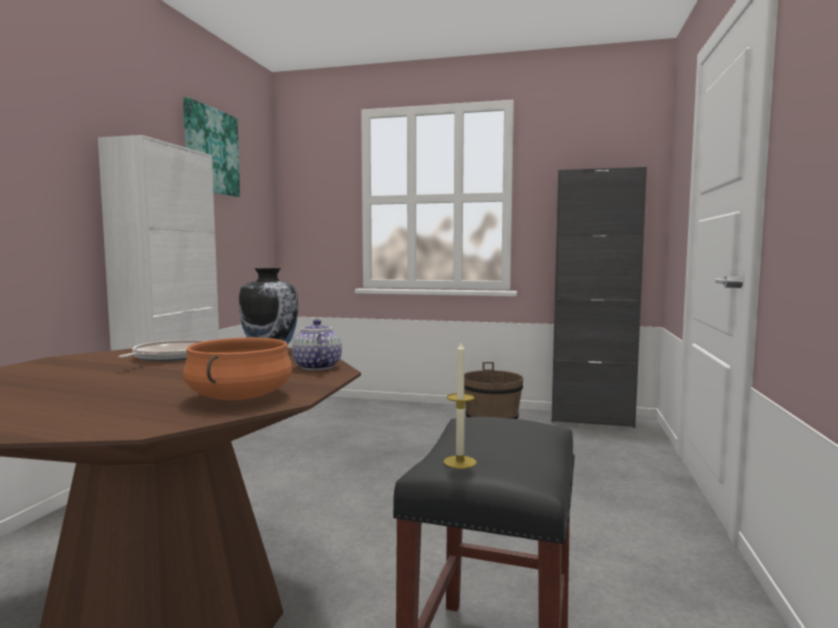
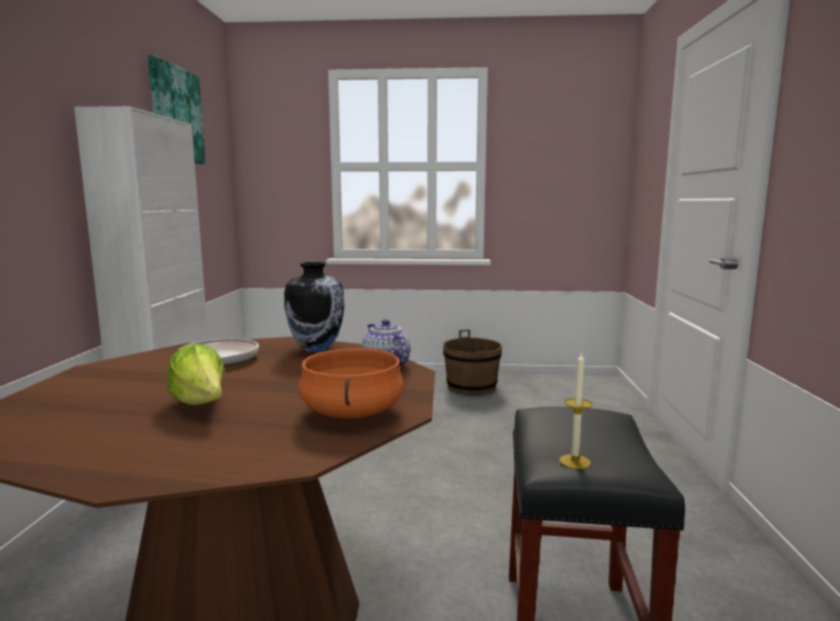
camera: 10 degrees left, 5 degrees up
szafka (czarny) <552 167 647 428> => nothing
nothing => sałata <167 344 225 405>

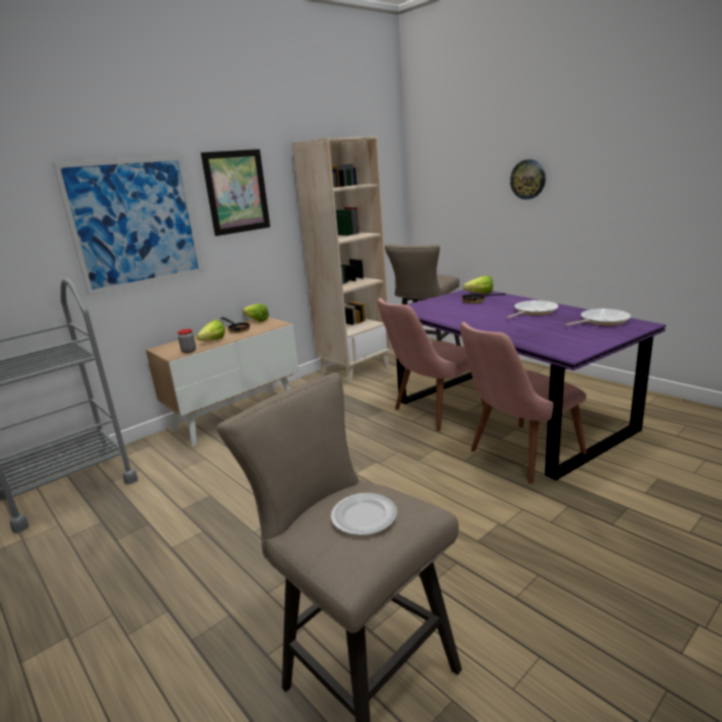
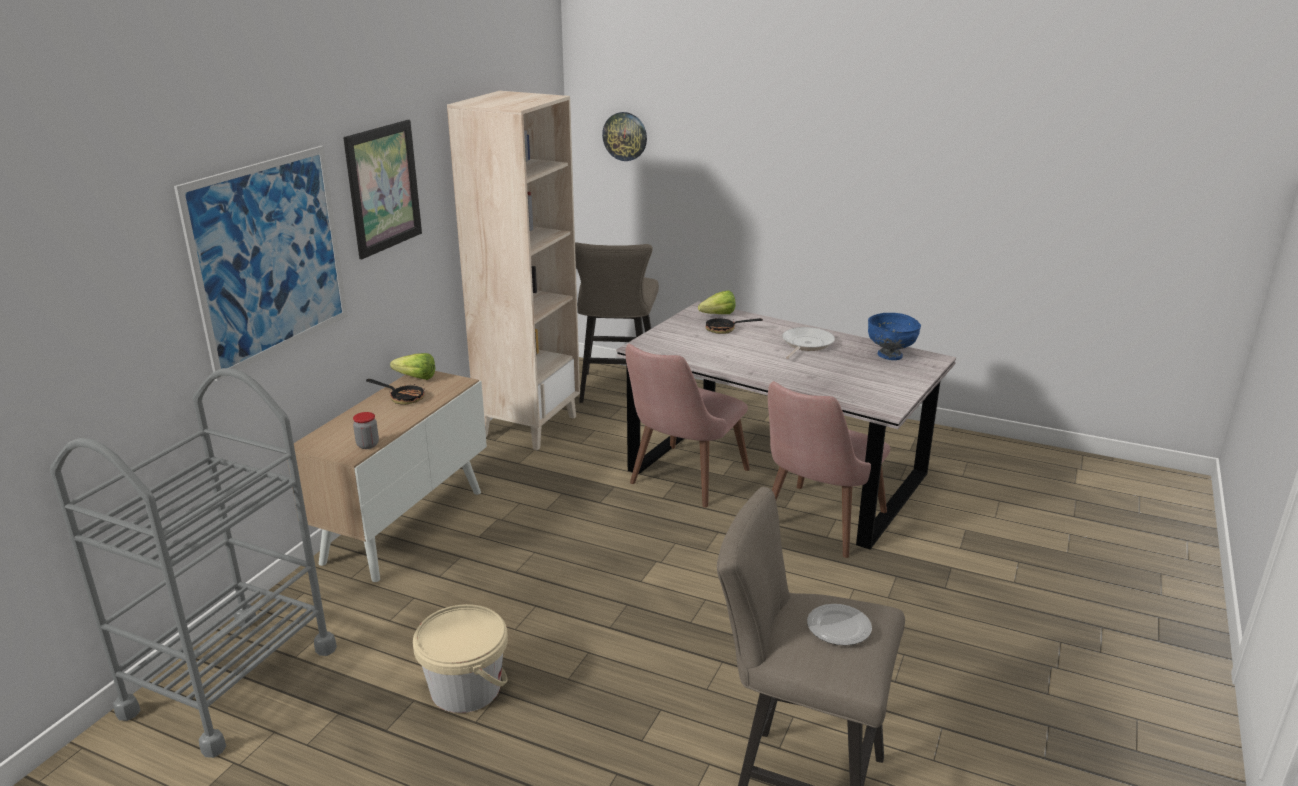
camera: 25 degrees left, 5 degrees up
sałata <196 320 225 341> => nothing
stół jadalny (fioletowy) <396 290 666 480> => stół jadalny (szary) <616 301 956 550>
zegar ścienny <510 159 546 200> => zegar ścienny <602 112 647 161>, relocated
patelnia <565 308 631 326> => miska (niebieski) <868 313 921 360>
nothing => wiadro (beżowy) <413 604 508 713>

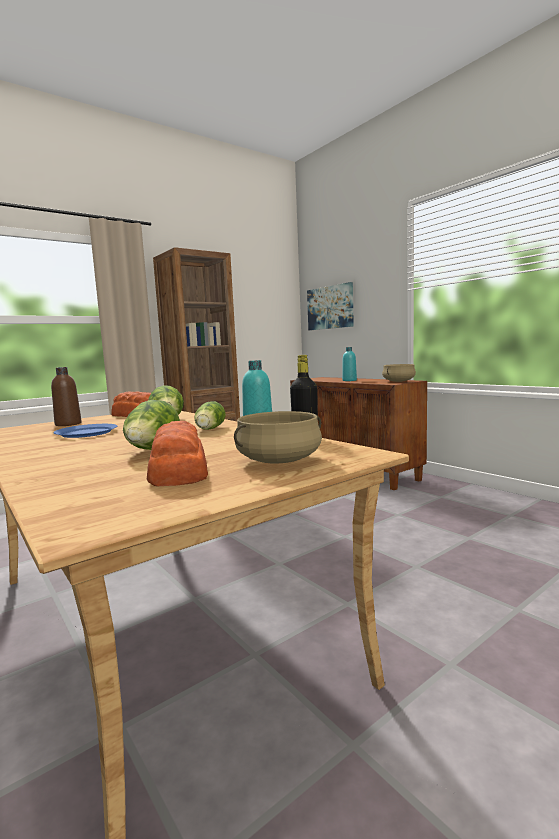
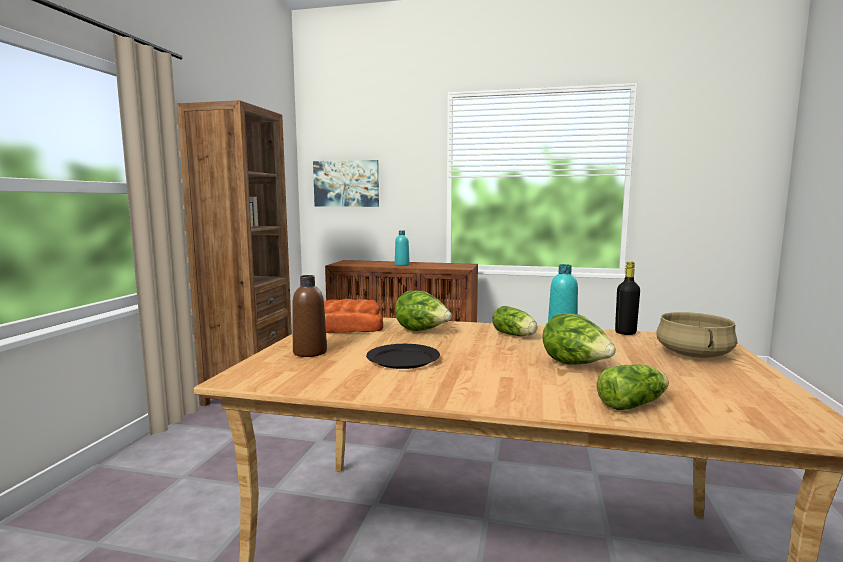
camera: 40 degrees left, 0 degrees up
talerz (niebieski) <53 424 117 438> => talerz (czarny) <366 344 440 369>
chleb <147 421 208 486> => nothing
garnek (beżowy) <382 364 416 382> => nothing
nothing => sałata <597 364 669 410>

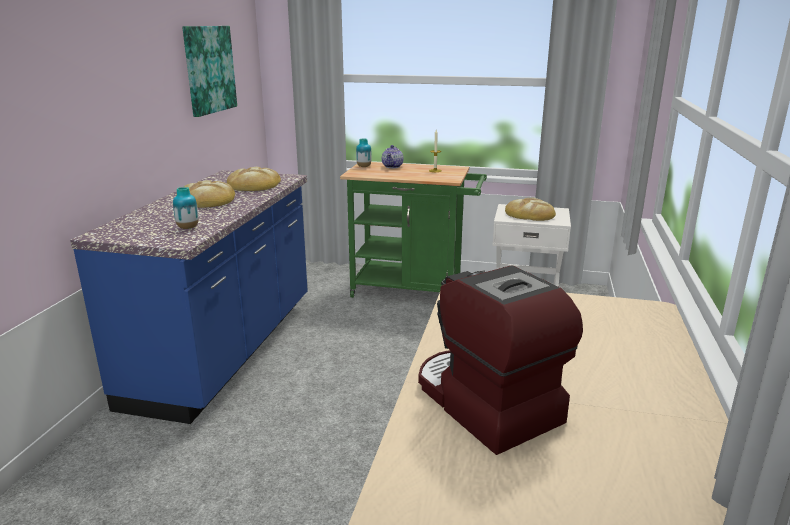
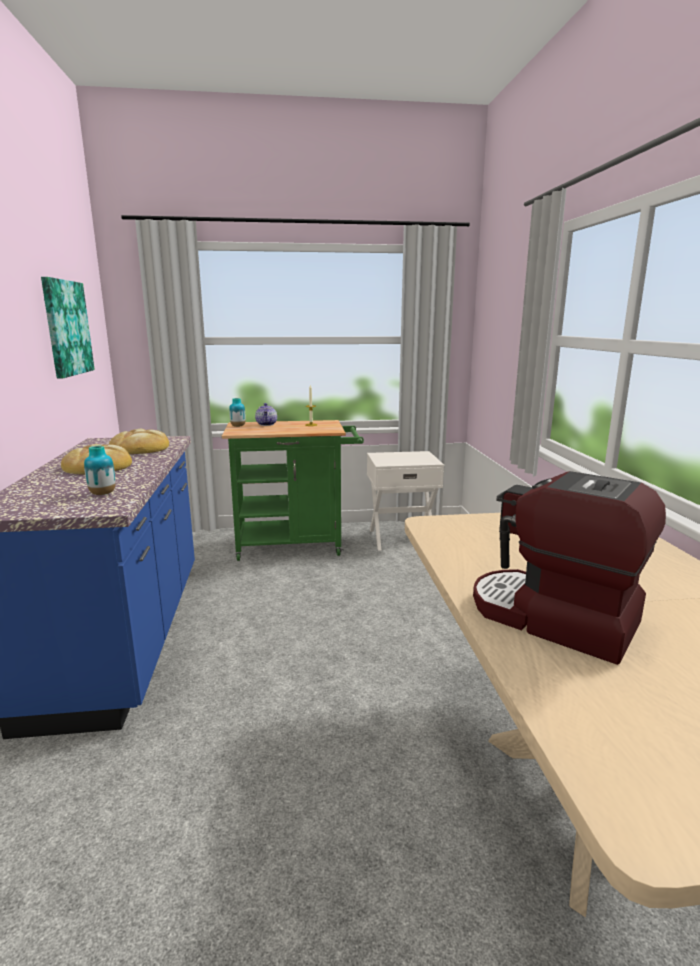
camera: 20 degrees left, 5 degrees down
chleb <505 198 556 221> => nothing

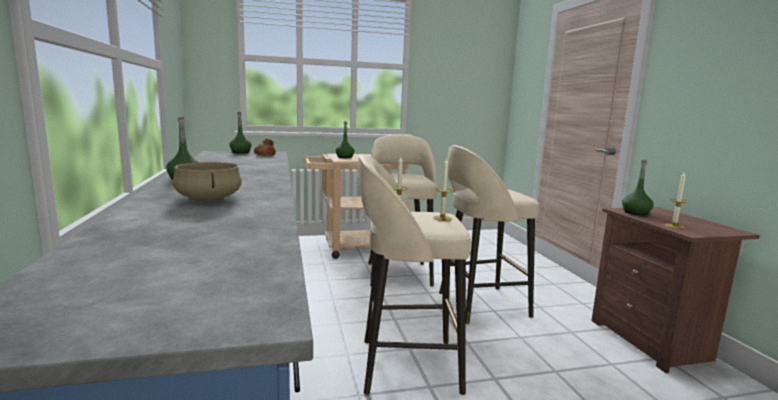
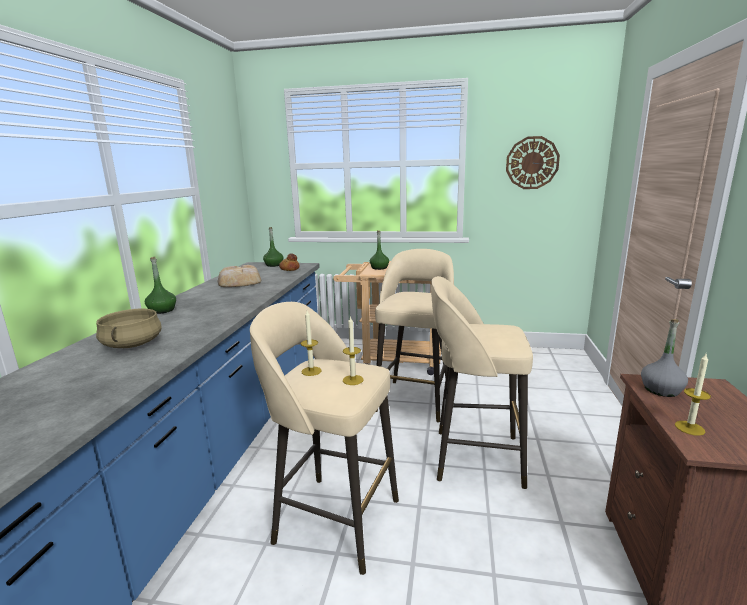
camera: 25 degrees right, 5 degrees up
butelka (zielony) <622 160 654 215> => butelka (szary) <641 319 688 397>
nothing => chleb <218 265 261 287>
nothing => zegar ścienny <506 136 560 189>

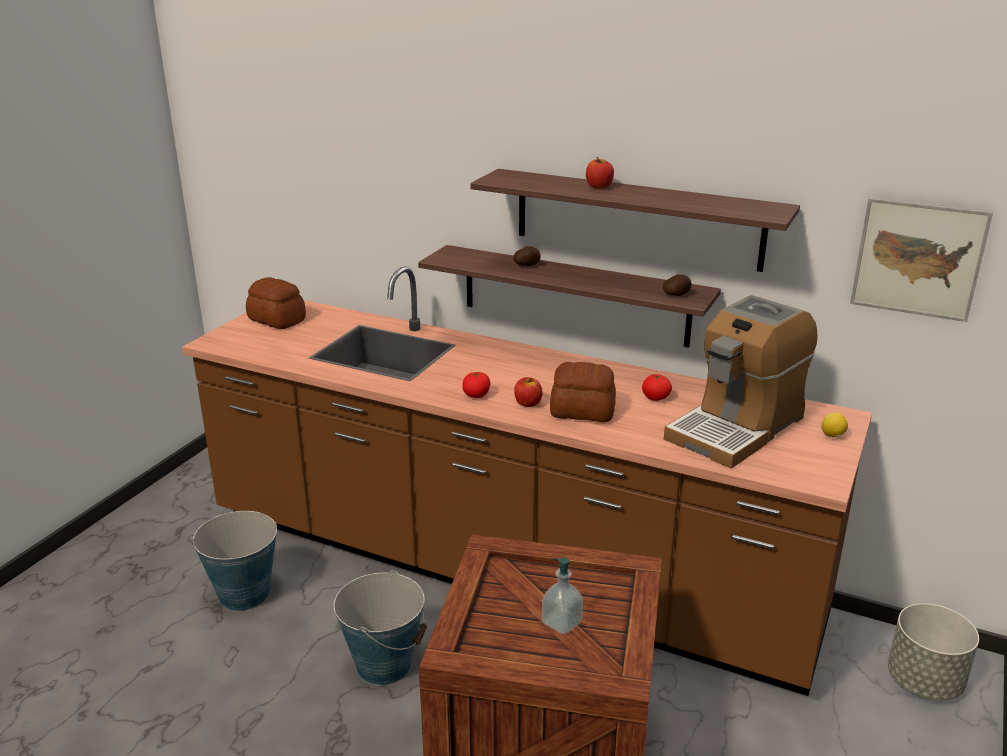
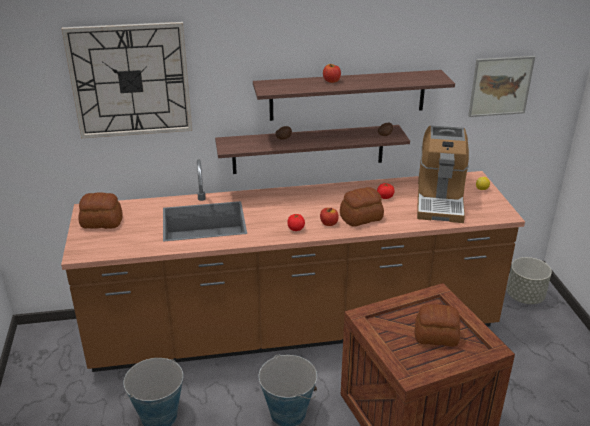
camera: 35 degrees left, 5 degrees up
dozownik mydła <542 557 583 634> => chleb <415 304 460 347>
nothing => zegar ścienny <61 22 192 138>

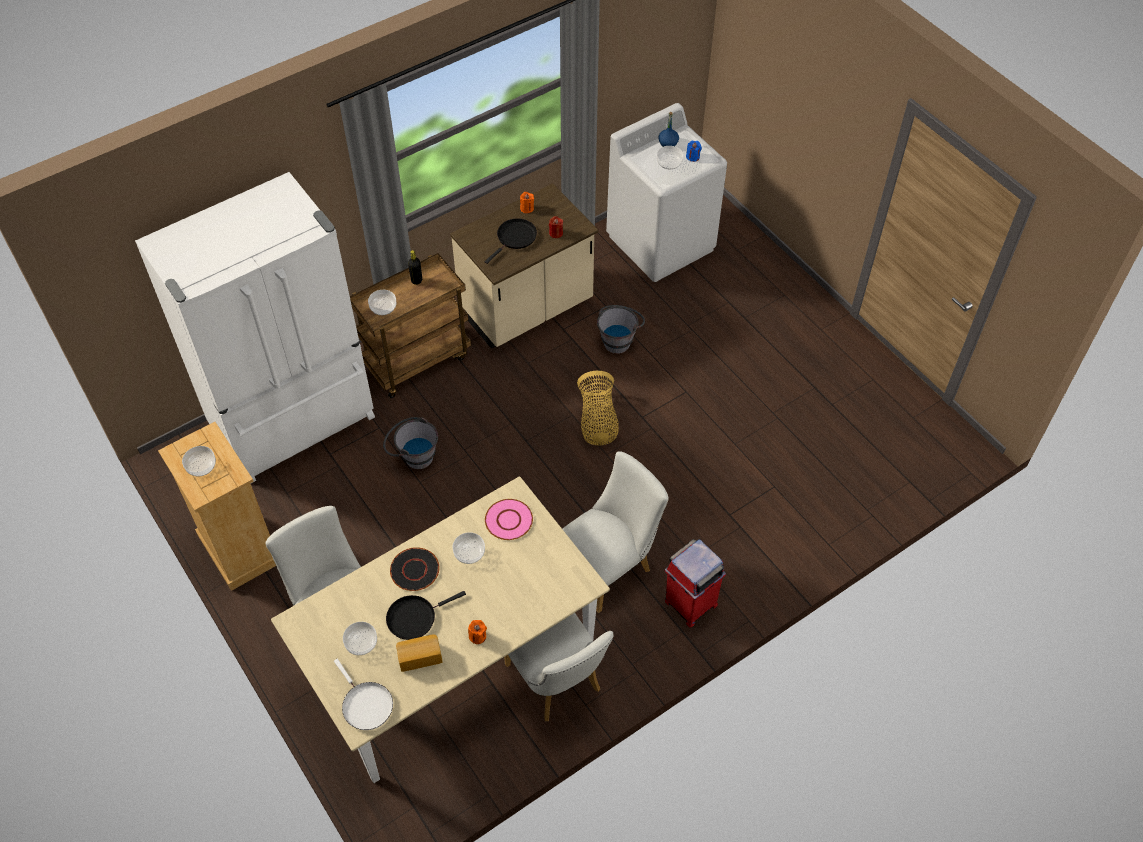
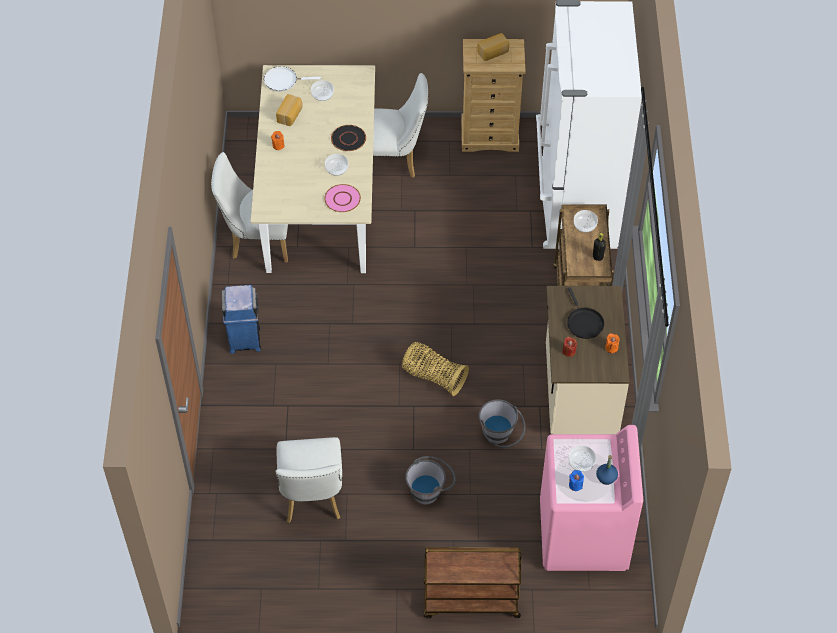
camera: 125 degrees right, 0 degrees up
miska <182 446 216 477> => chleb <477 33 509 61>
wiadro (szary) <383 417 438 469> => wiadro (szary) <405 456 456 505>, relocated
patelnia (czarny) <386 591 466 640> => nothing
krzesło (biały) <562 451 669 613> => krzesło (biały) <275 437 342 523>, relocated
pralka (biały) <606 103 727 282> => pralka (różowy) <540 425 643 571>
kosz na śmieci (czerwony) <665 539 726 627> => kosz na śmieci (niebieski) <221 285 261 354>
nothing => wózek (brązowy) <424 547 522 618>

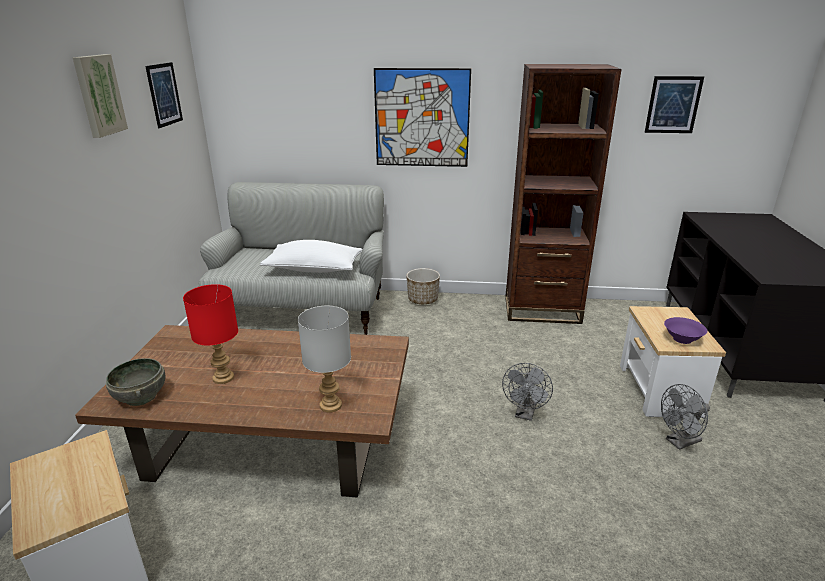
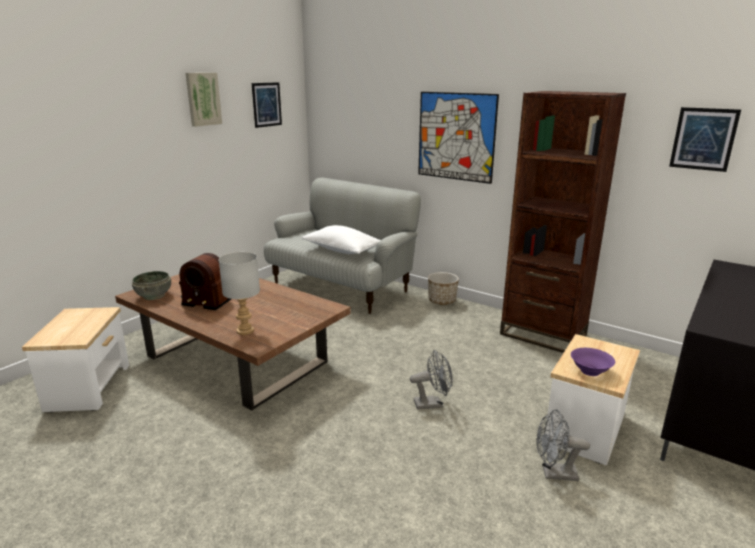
camera: 30 degrees right, 5 degrees down
lampa stołowa (czerwony) <183 284 238 384> => radio <179 253 231 310>
wentylator (szary) <502 363 553 421> => wentylator (szary) <410 350 453 410>, 150 degrees counterclockwise

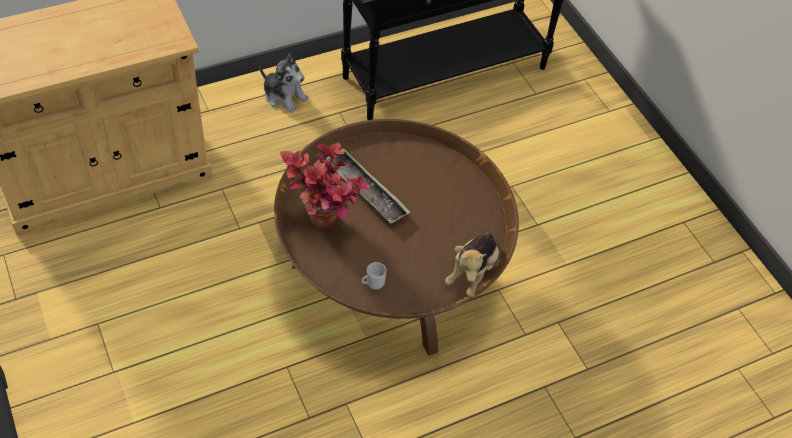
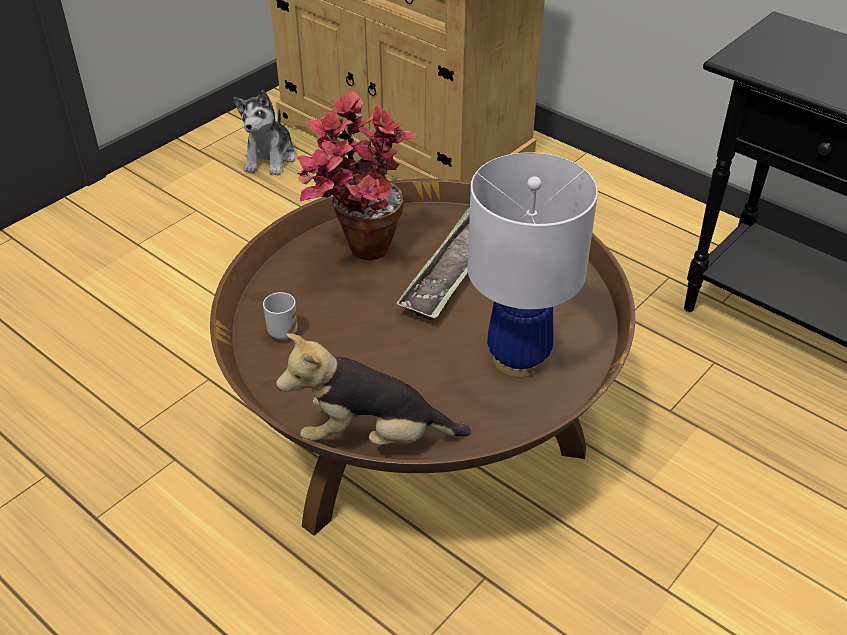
camera: 70 degrees right, 10 degrees down
pluszak <260 54 308 113> => pluszak <234 90 296 175>, relocated
nothing => lampa stołowa (biały) <468 152 598 378>

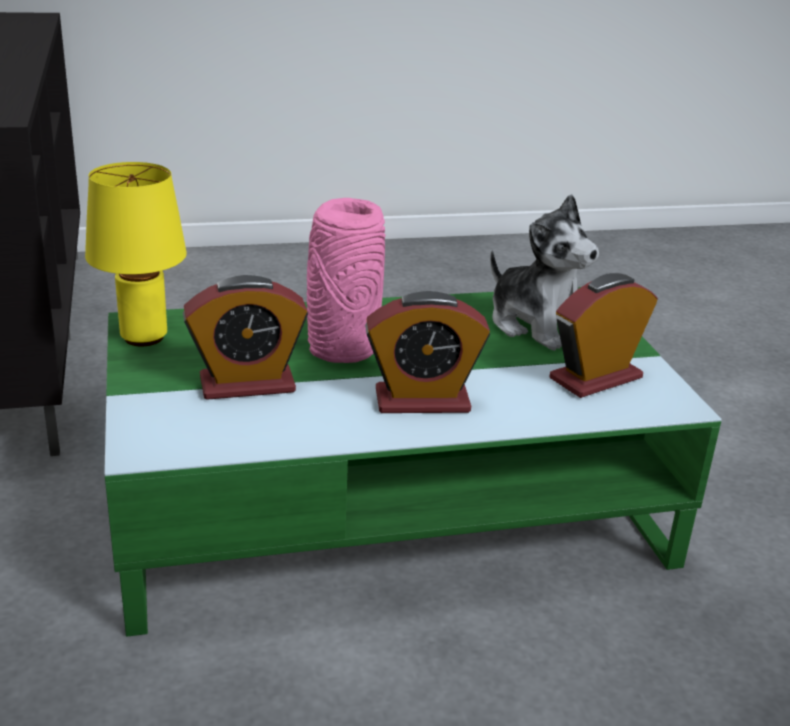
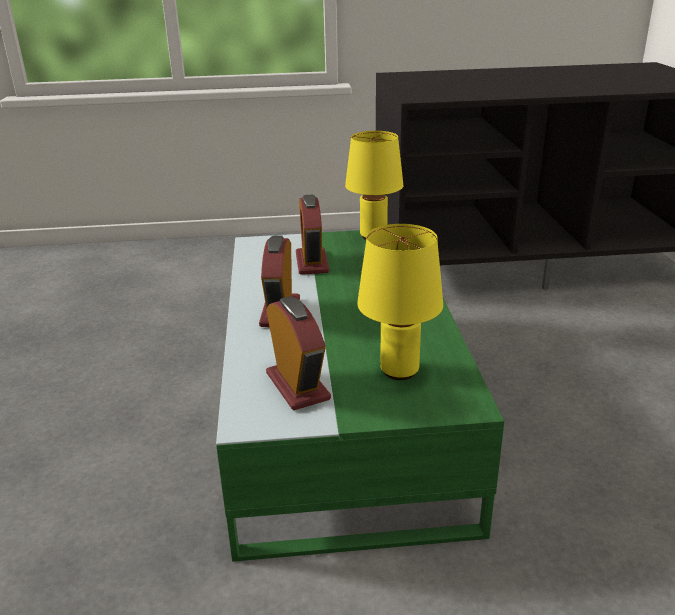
camera: 100 degrees right, 0 degrees up
wazon (różowy) <307 198 386 363> => nothing
pluszak <490 194 599 351> => lampa stołowa (żółty) <357 224 443 380>

